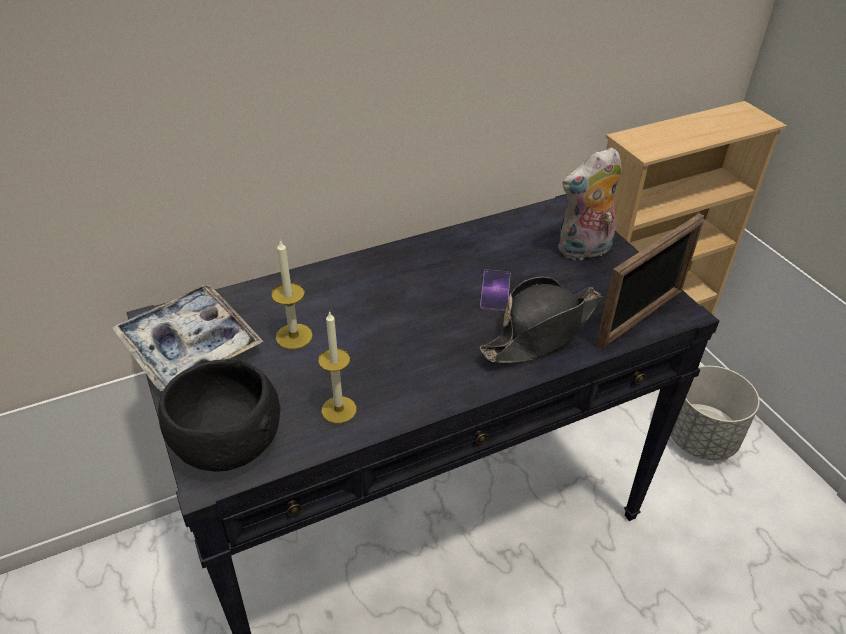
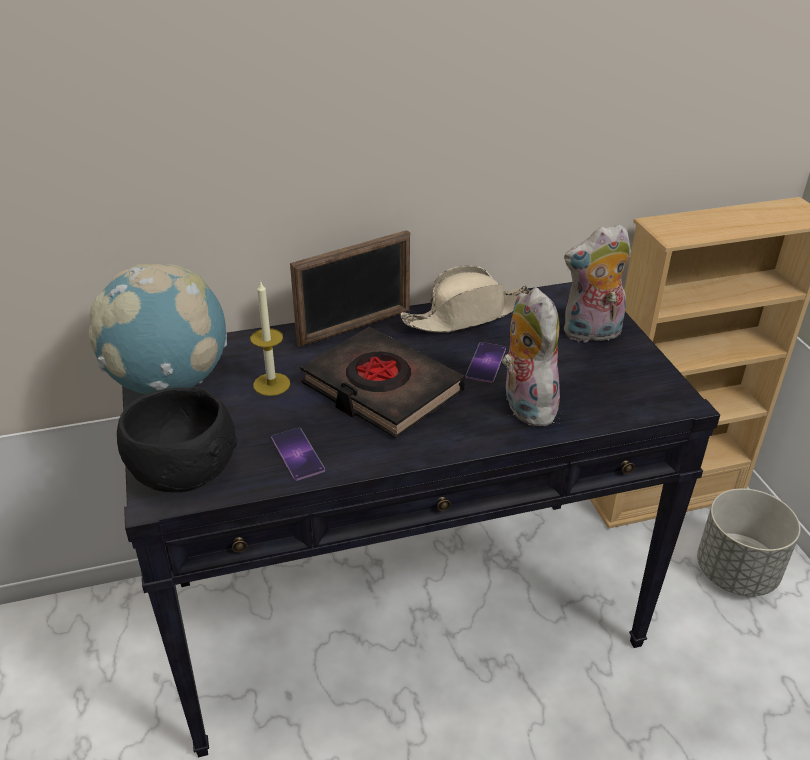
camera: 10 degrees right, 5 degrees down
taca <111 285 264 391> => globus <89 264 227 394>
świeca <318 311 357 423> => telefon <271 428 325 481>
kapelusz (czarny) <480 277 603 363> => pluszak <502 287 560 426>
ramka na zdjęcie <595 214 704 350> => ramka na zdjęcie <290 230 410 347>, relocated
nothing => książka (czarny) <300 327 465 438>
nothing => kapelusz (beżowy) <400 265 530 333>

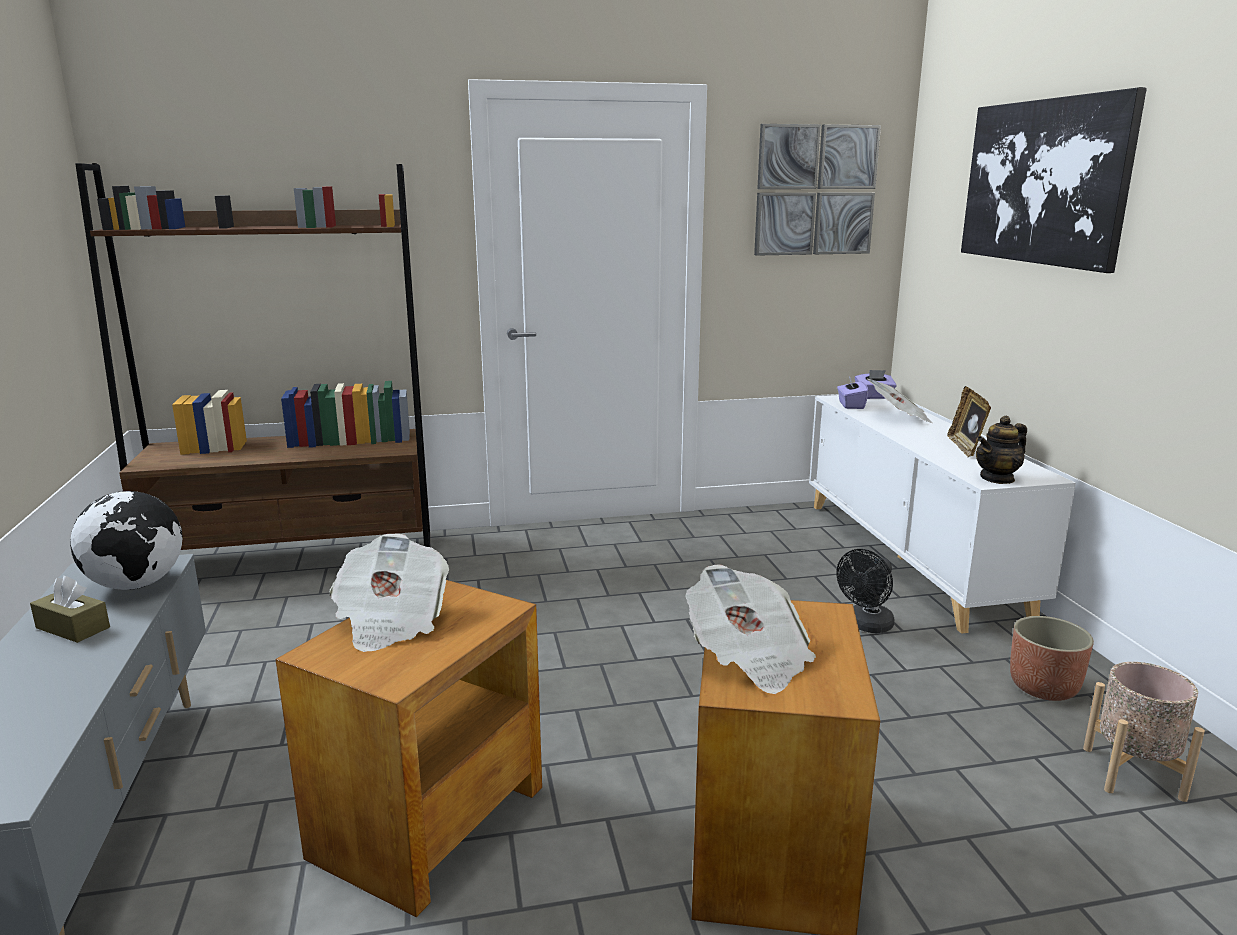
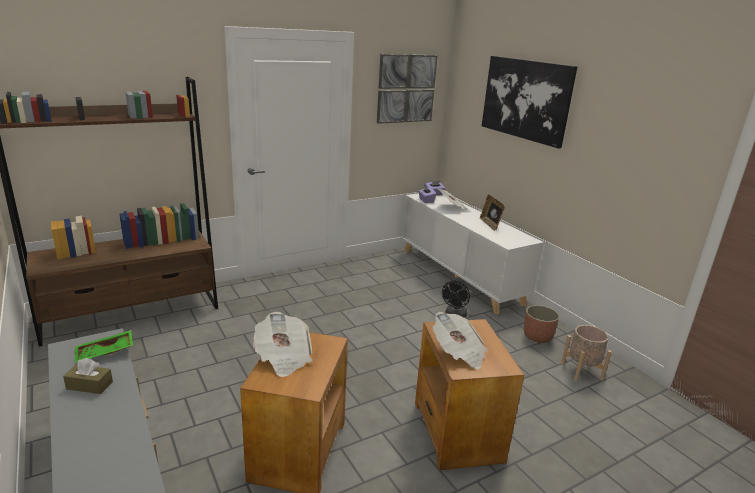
camera: 20 degrees left, 5 degrees up
globus <70 491 183 590> => taca (zielony) <74 330 133 363>
imbryk <976 416 1027 484> => nothing

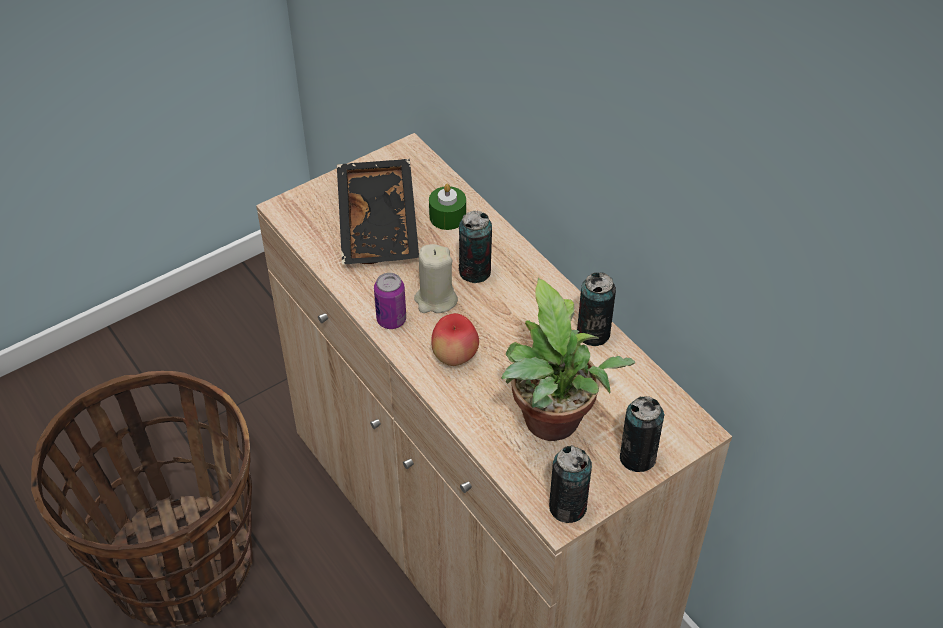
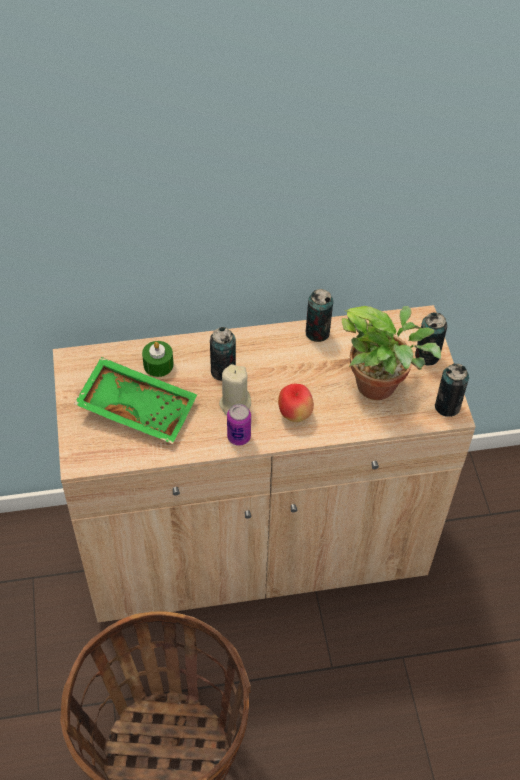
camera: 65 degrees left, 5 degrees up
taca (czarny) <337 159 419 265> => taca (zielony) <74 357 197 444>

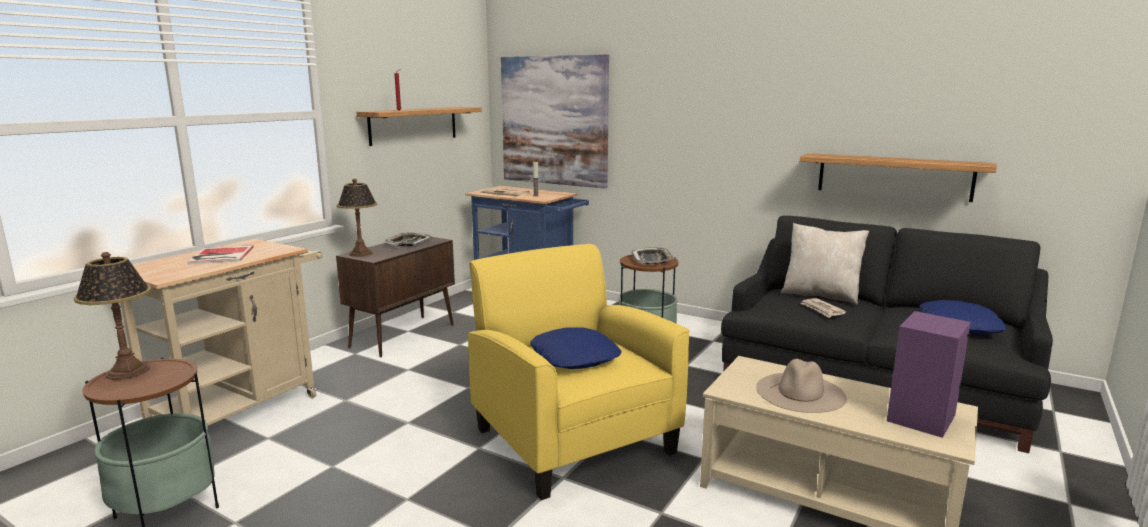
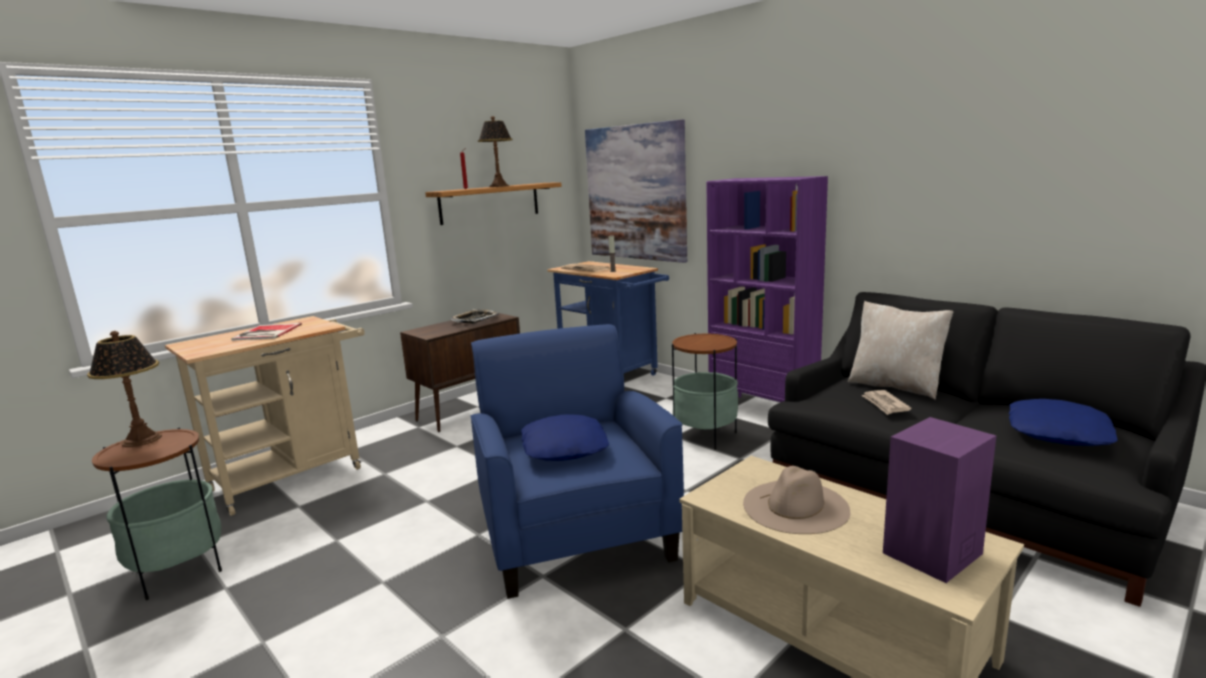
camera: 15 degrees right, 0 degrees up
lampa stołowa <337 179 377 257> => lampa stołowa <478 116 513 187>, relocated
fotel (żółty) <468 244 690 500> => fotel (niebieski) <471 324 684 599>
taca <631 247 674 264> => nothing
półka <800 153 997 202> => nothing
nothing => regał (fioletowy) <706 176 828 402>

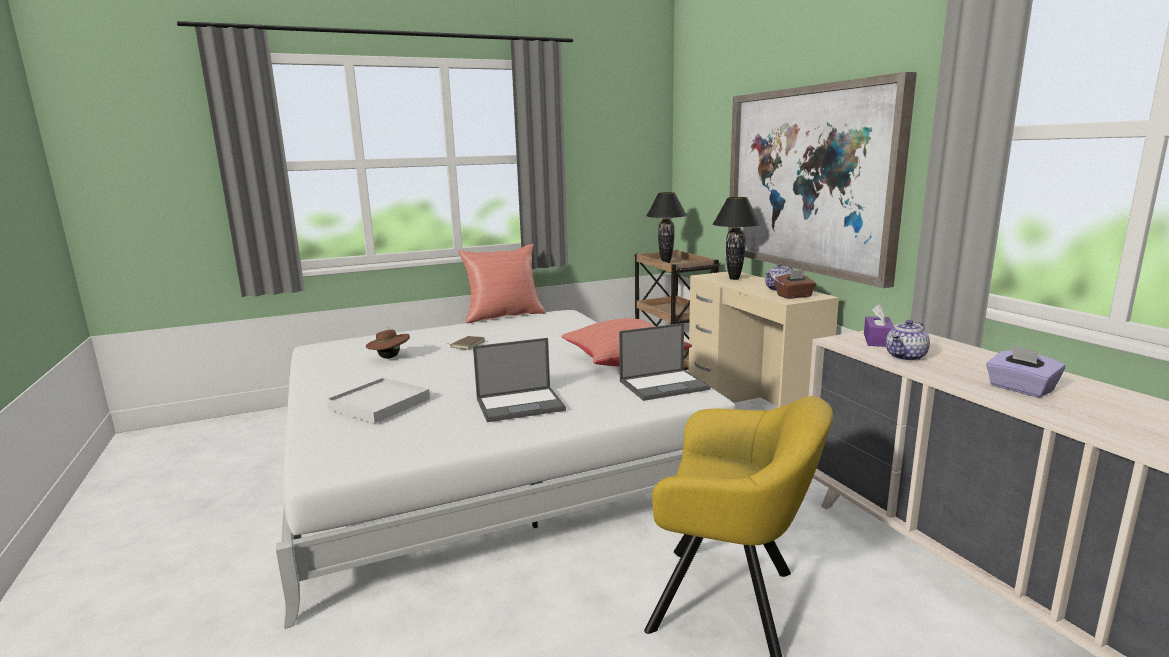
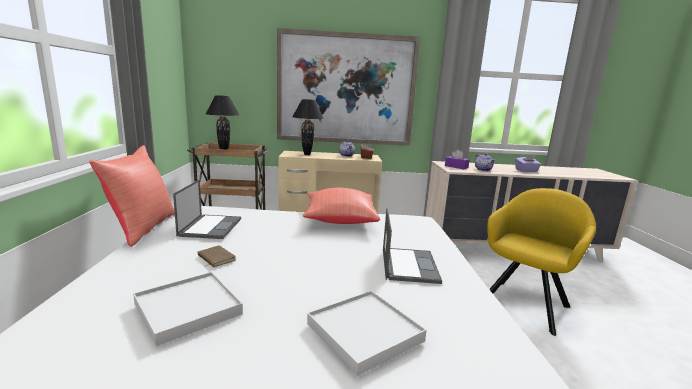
camera: 70 degrees left, 0 degrees up
kapelusz (brązowy) <366 327 410 359> => taca (biały) <133 272 243 346>
laptop <619 323 711 401> => laptop <173 179 241 239>, relocated

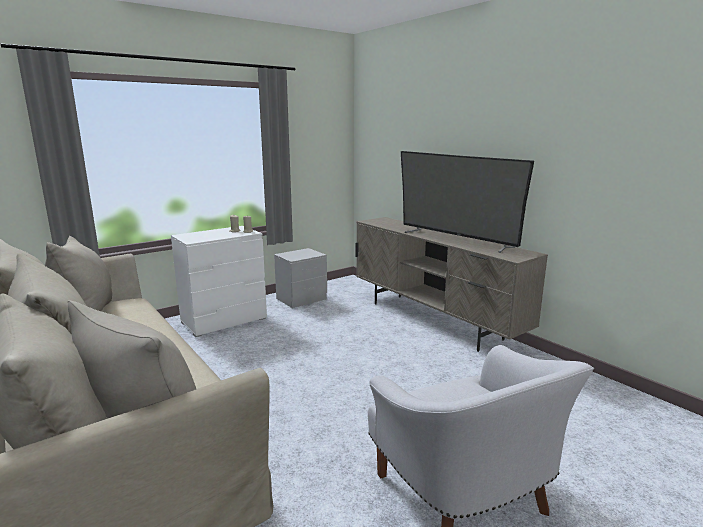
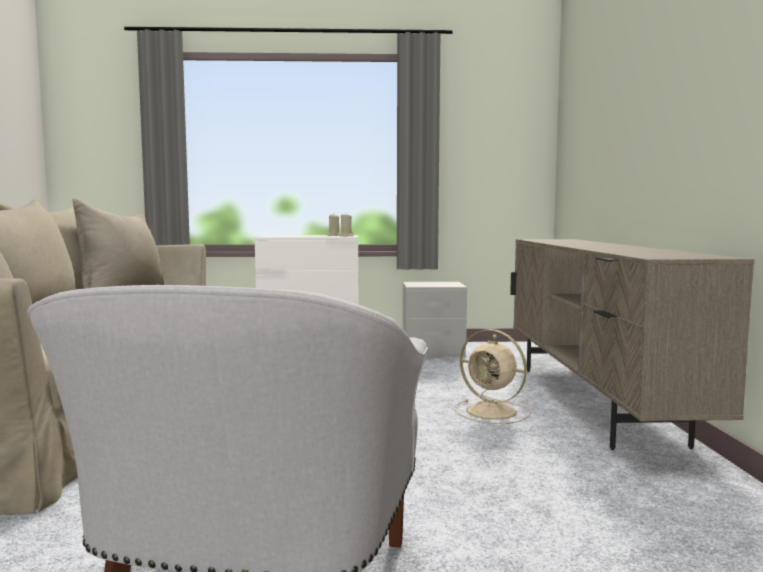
camera: 35 degrees right, 10 degrees down
telewizor <401 151 534 253> => nothing
nothing => wentylator (beżowy) <454 329 531 424>

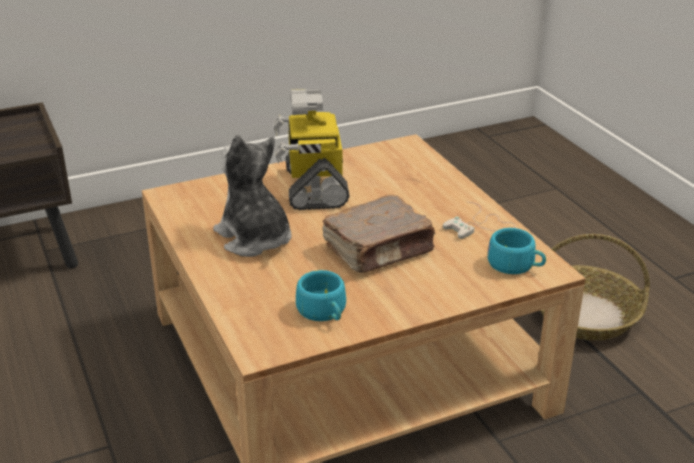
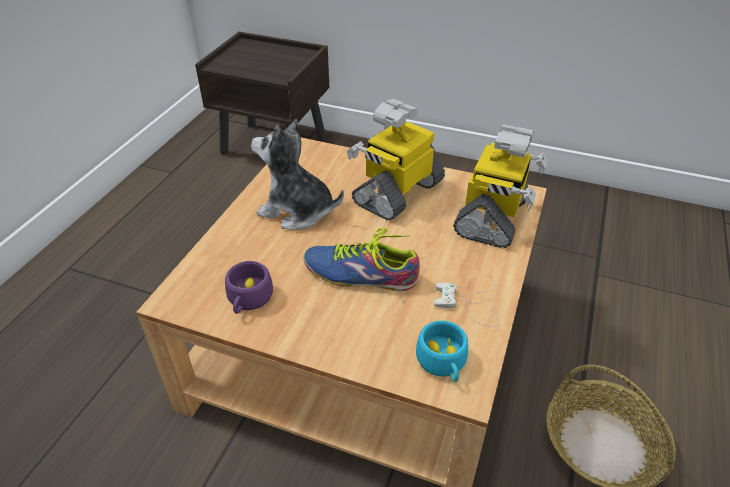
camera: 45 degrees right, 10 degrees up
pluszak <213 135 291 257> => pluszak <251 119 344 230>, 75 degrees counterclockwise
filiżanka (turkusowy) <296 270 346 321> => filiżanka (fioletowy) <225 261 273 314>
książka (brązowy) <323 195 436 273> => but <303 228 420 291>
nothing => robot zabawkowy <453 124 548 248>

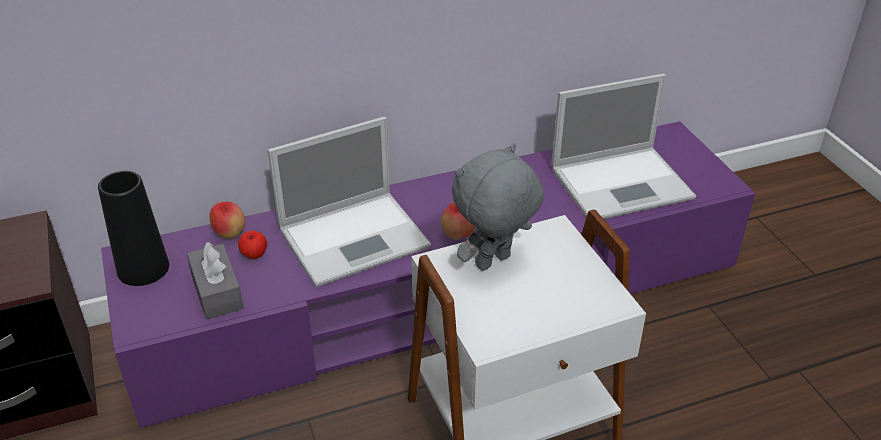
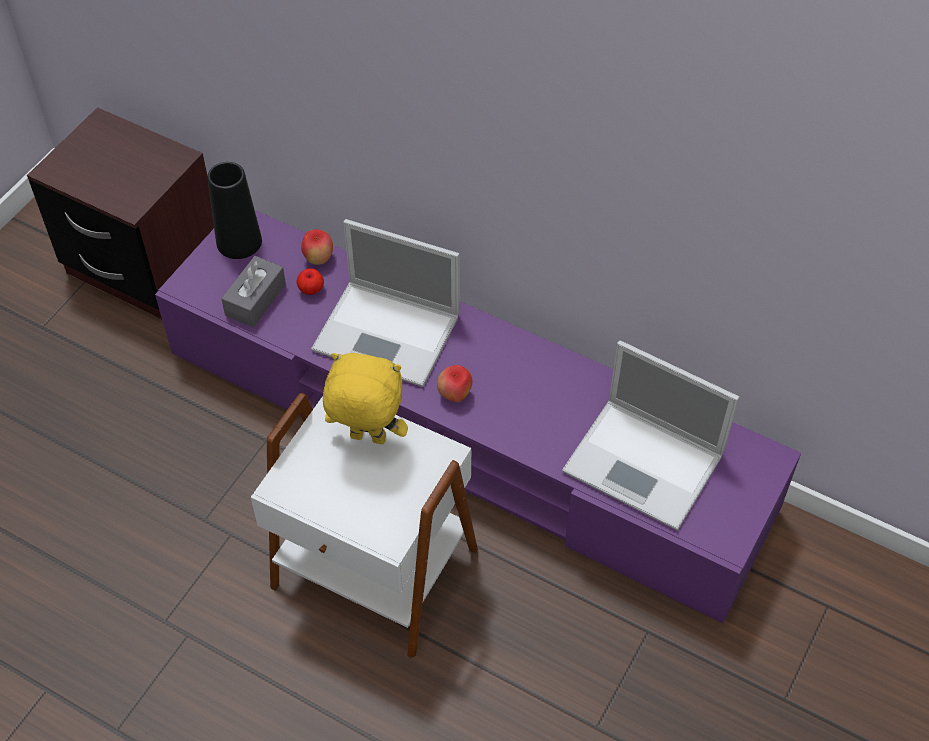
camera: 50 degrees right, 15 degrees up
pluszak (szary) <452 143 544 271> => pluszak (żółty) <323 353 408 444>

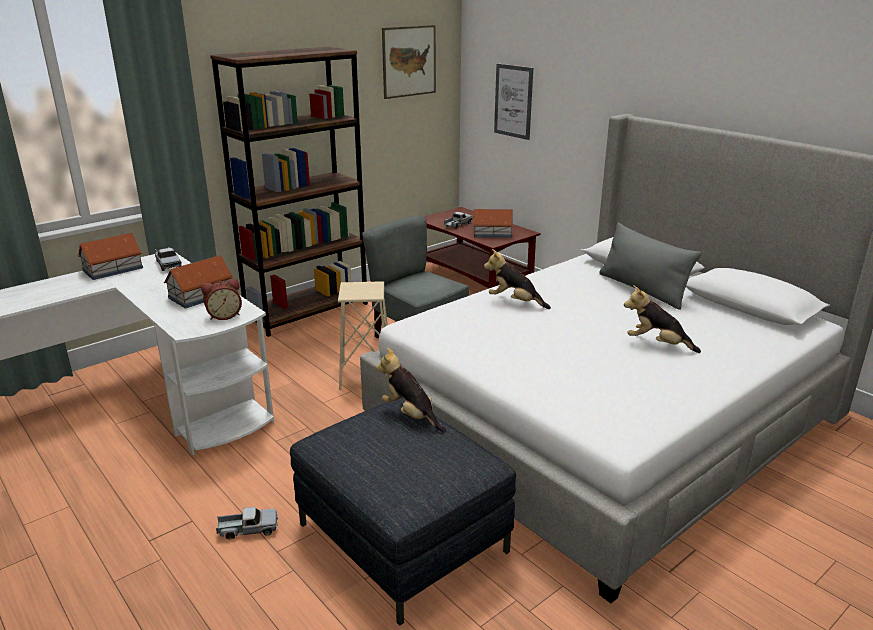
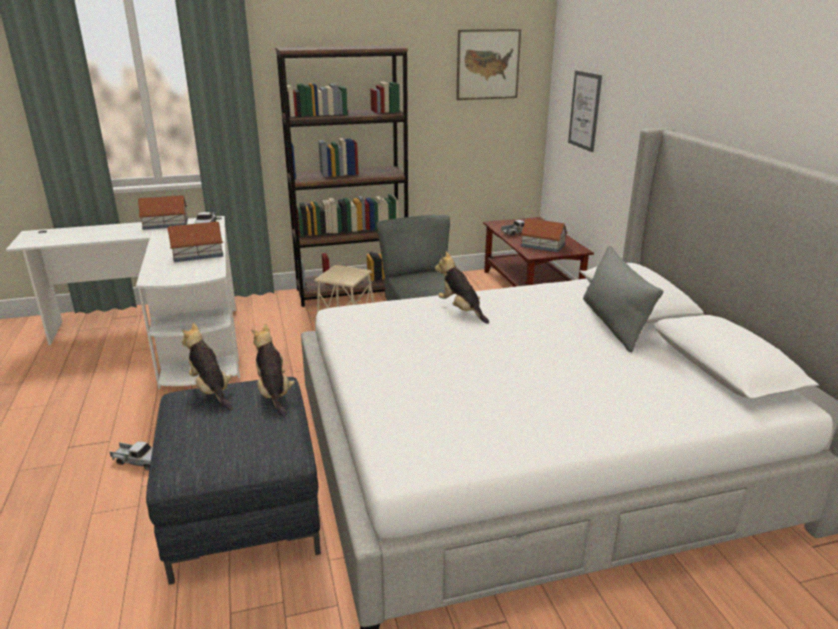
camera: 25 degrees right, 0 degrees up
budzik <201 279 242 320> => nothing
pluszak <624 285 701 353> => pluszak <182 323 232 410>, relocated

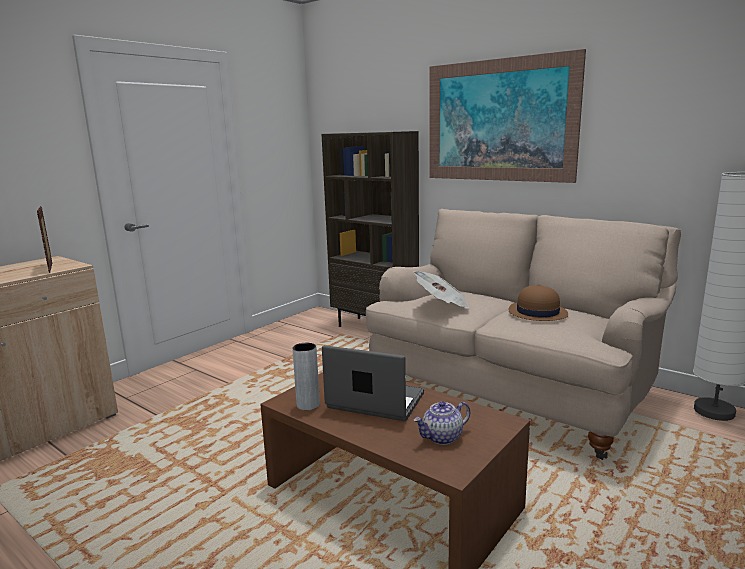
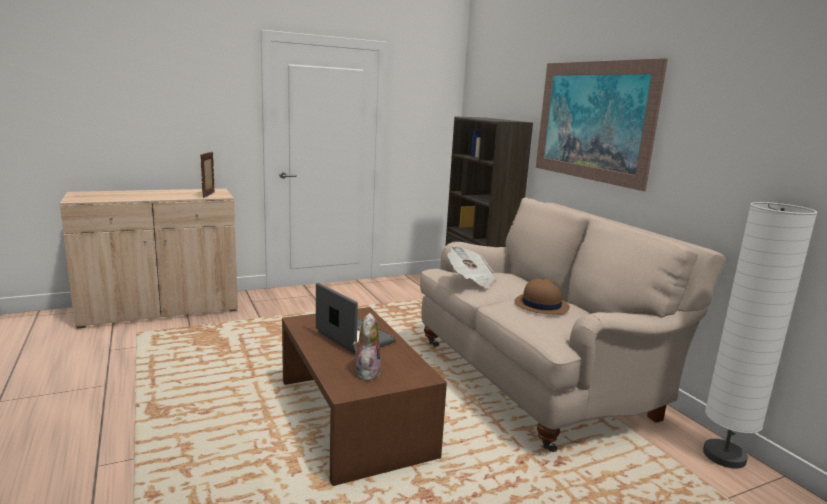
camera: 25 degrees right, 0 degrees up
wazon (szary) <292 343 320 410> => nothing
imbryk <414 401 470 445> => pluszak <353 313 381 381>

